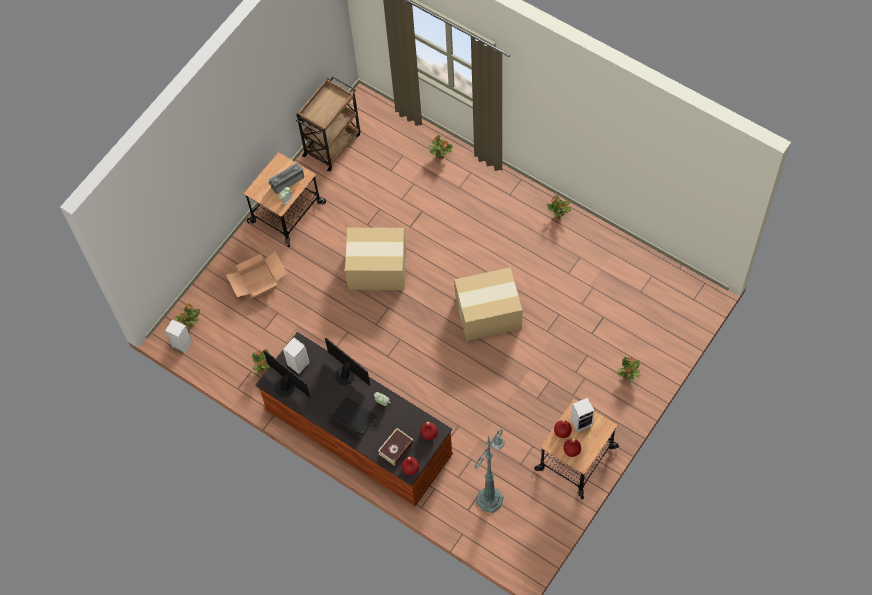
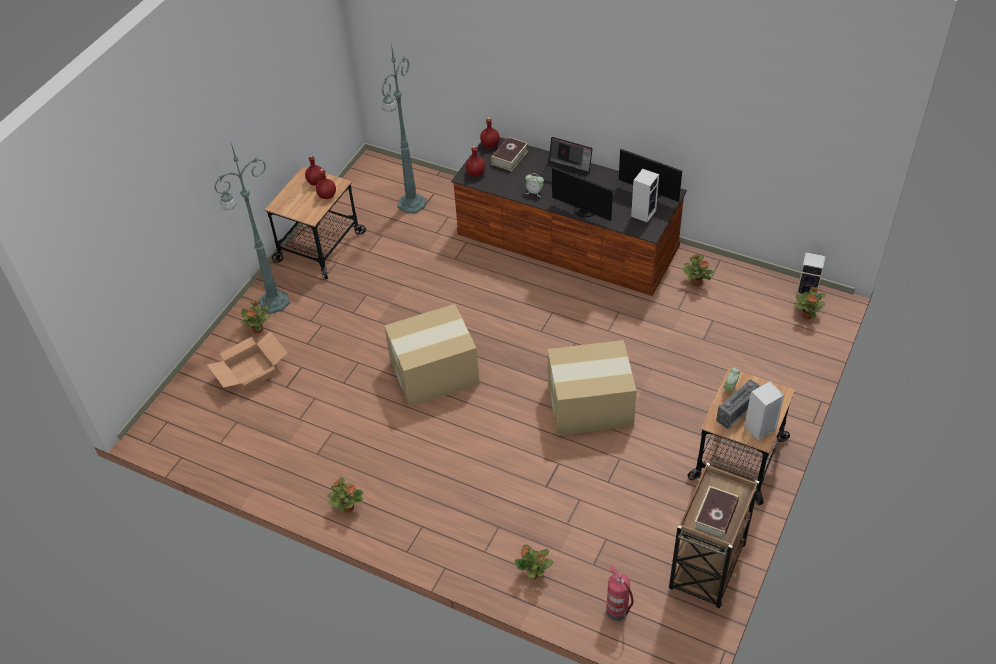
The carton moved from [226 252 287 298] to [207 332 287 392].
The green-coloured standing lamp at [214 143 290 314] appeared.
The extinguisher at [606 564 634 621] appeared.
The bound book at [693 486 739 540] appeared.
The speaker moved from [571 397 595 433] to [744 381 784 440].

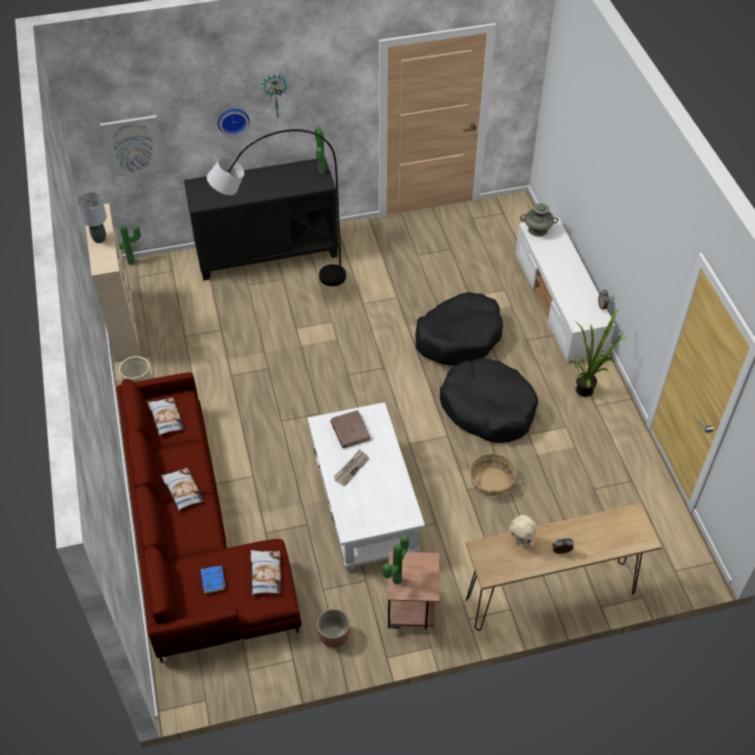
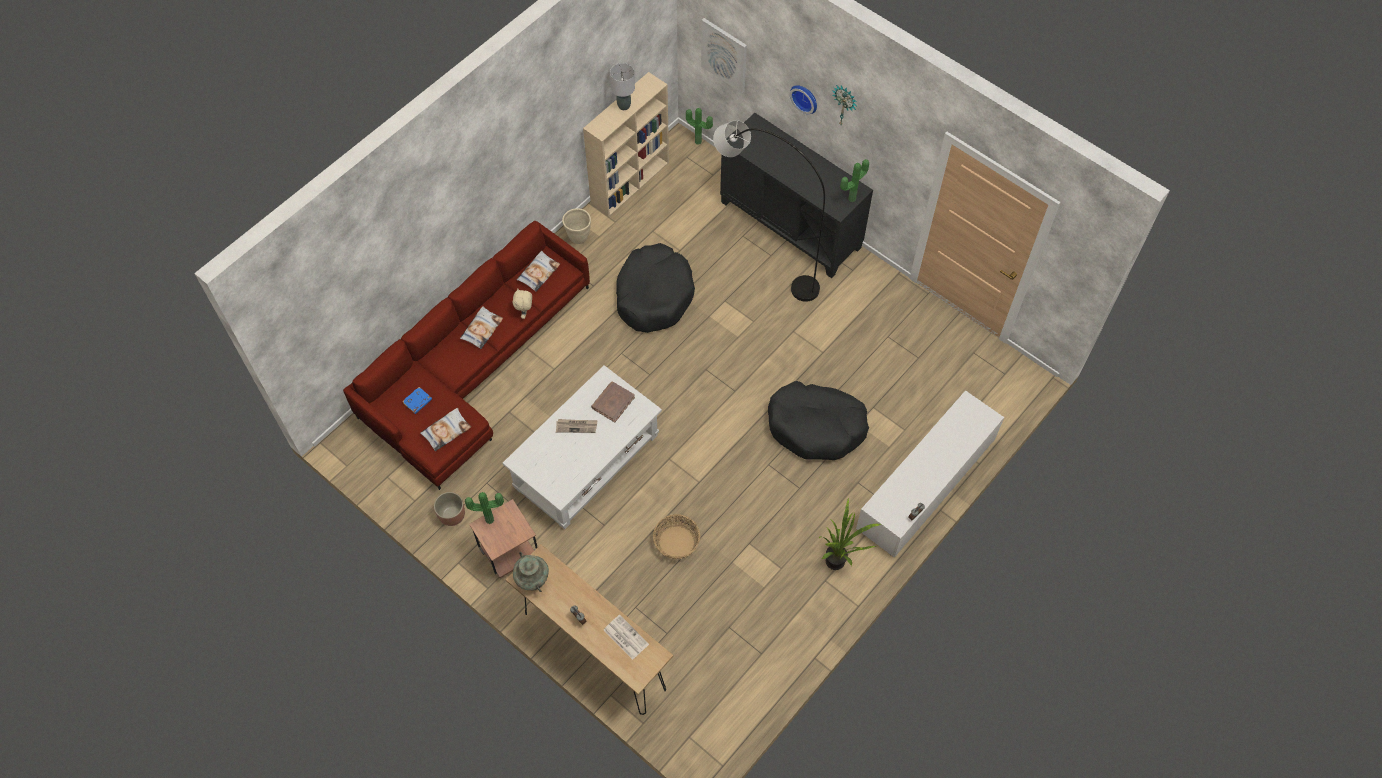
The sand-coloured soft toy moved from [508 515 537 547] to [513 289 532 319].
The blue-green decorative vase moved from [520 203 558 237] to [513 552 549 592].
The newspaper at [604 615 649 660] appeared.
The blackish dog cushion moved from [440 358 538 443] to [616 243 695 333].

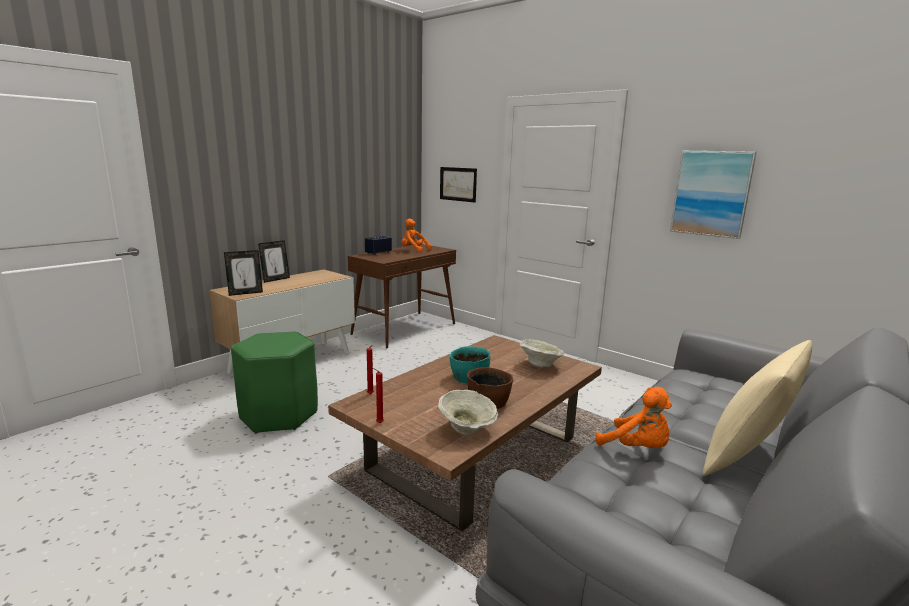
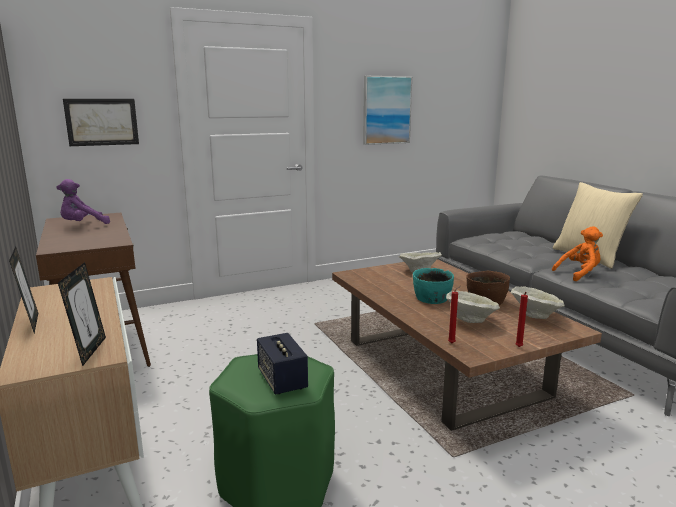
The orange-coloured soft toy at [401 218 432 252] became the purple-coloured soft toy at [56 179 110 224].
The speaker moved from [365 236 392 255] to [257 333 308 395].
The sand-coloured bowl at [446 291 500 323] appeared.

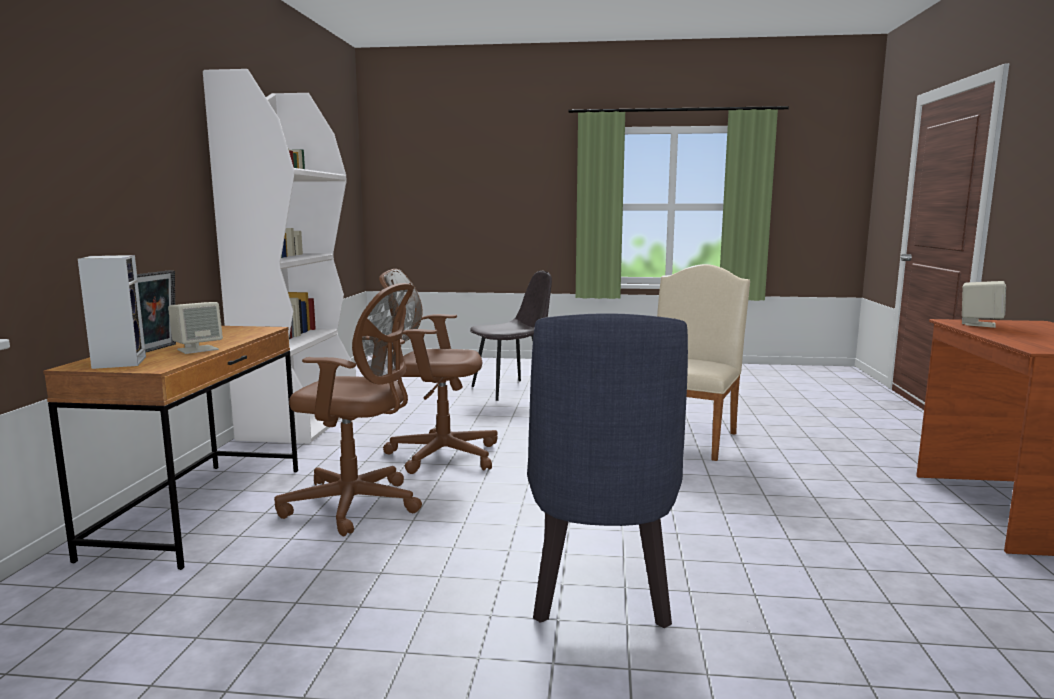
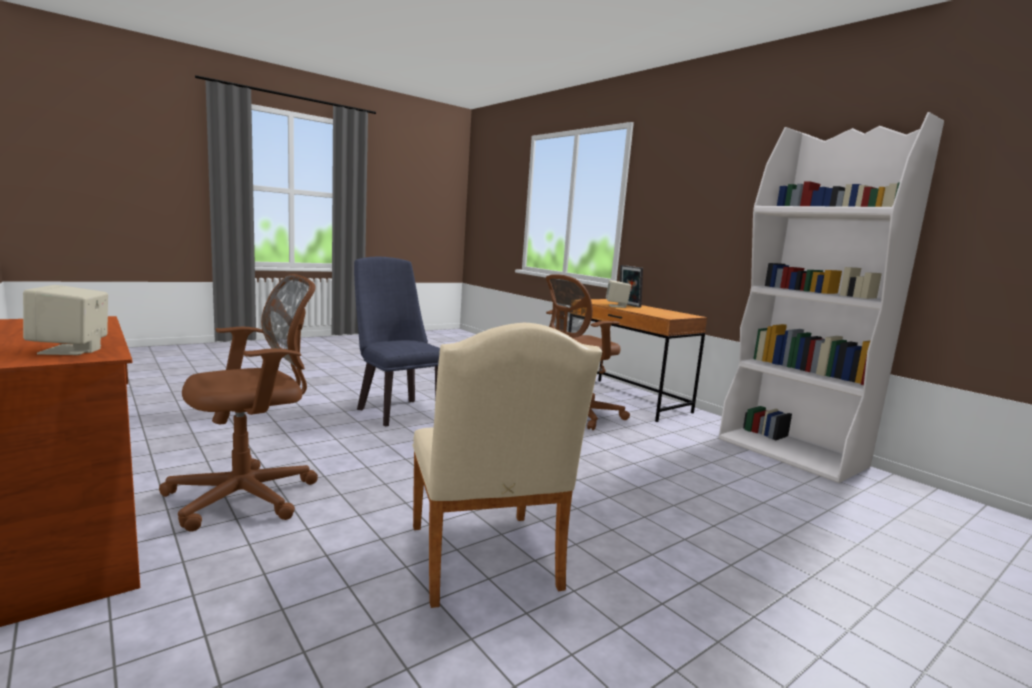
The brownish desk chair moved from [379 269 498 474] to [159 274 318 531].
The speaker at [78 255 146 369] disappeared.
The gray chair at [470 271 552 401] disappeared.

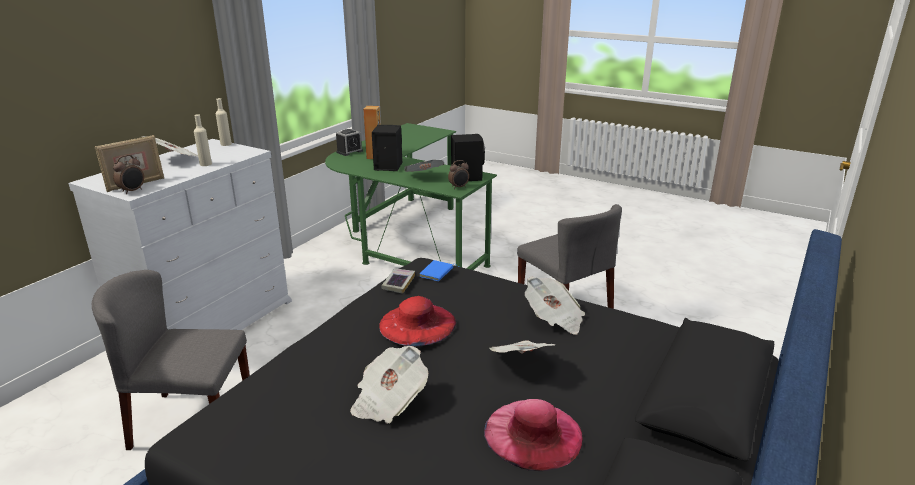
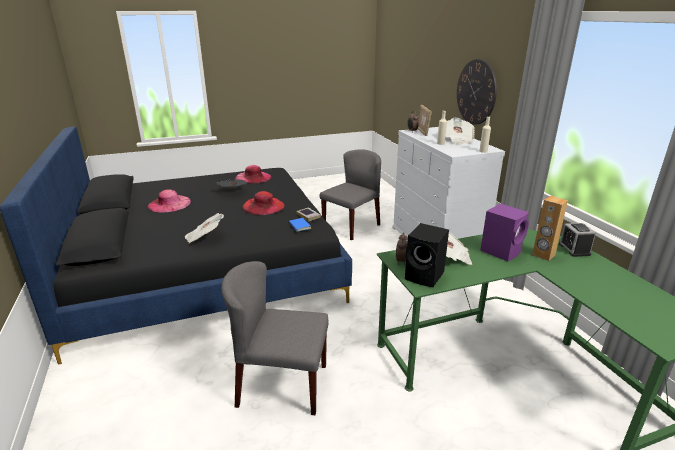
The pink-coloured wearable hat at [235 165 271 184] appeared.
The clock on the wall at [457 59 497 125] appeared.
The blackish speaker at [372 125 402 171] became the purple-coloured speaker at [480 204 529 261].
The newspaper at [490 340 555 353] disappeared.

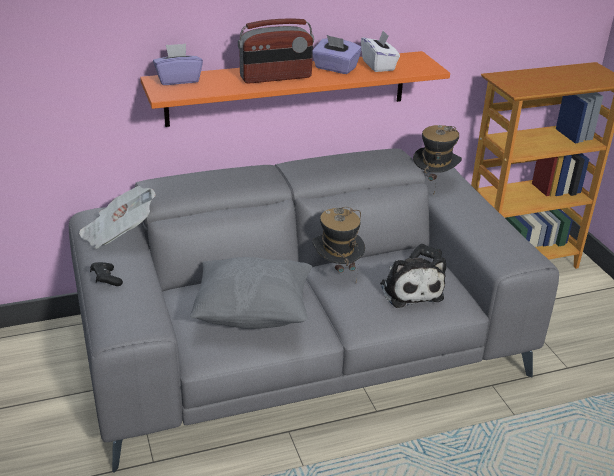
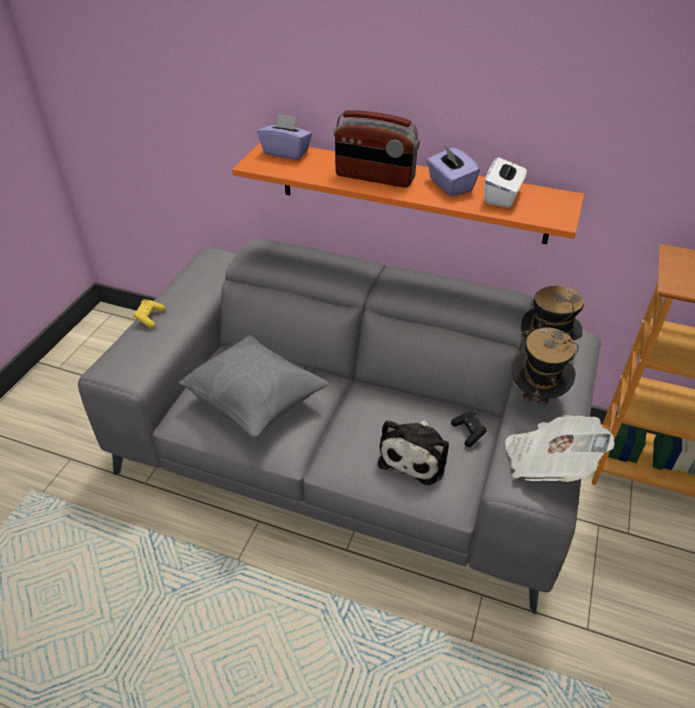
The blackish game controller at [90 262 123 286] became the yellow game controller at [133 299 165 328].
The newspaper moved from [79 186 156 249] to [505 415 614 482].
The wearable hat moved from [312 207 365 282] to [512 327 579 421].

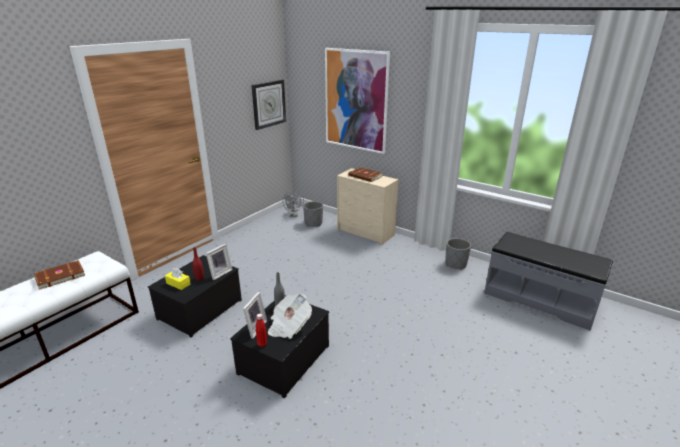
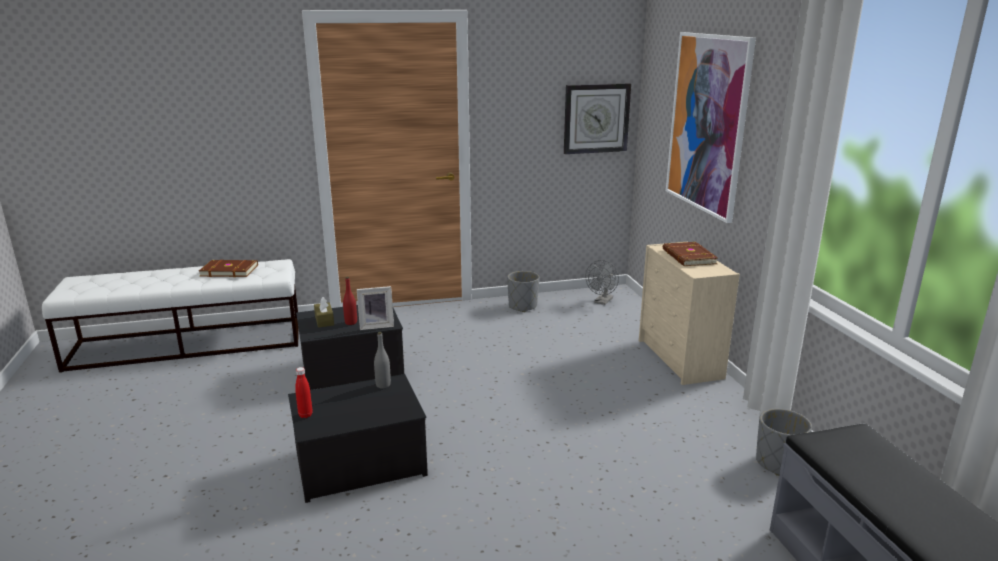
The yellow tissue box at [165 268 191 290] became the brownish tissue box at [314 297 334 328].
The gray flower pot moved from [303 201 323 227] to [507 271 539 312].
The picture frame at [243 292 267 339] disappeared.
The newspaper at [268 294 312 339] disappeared.

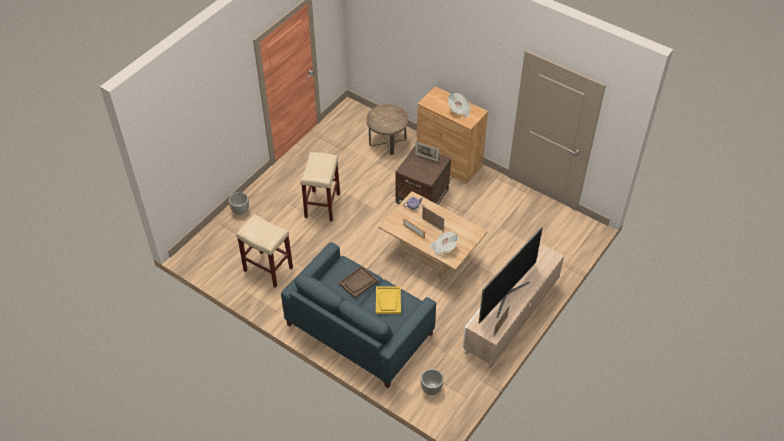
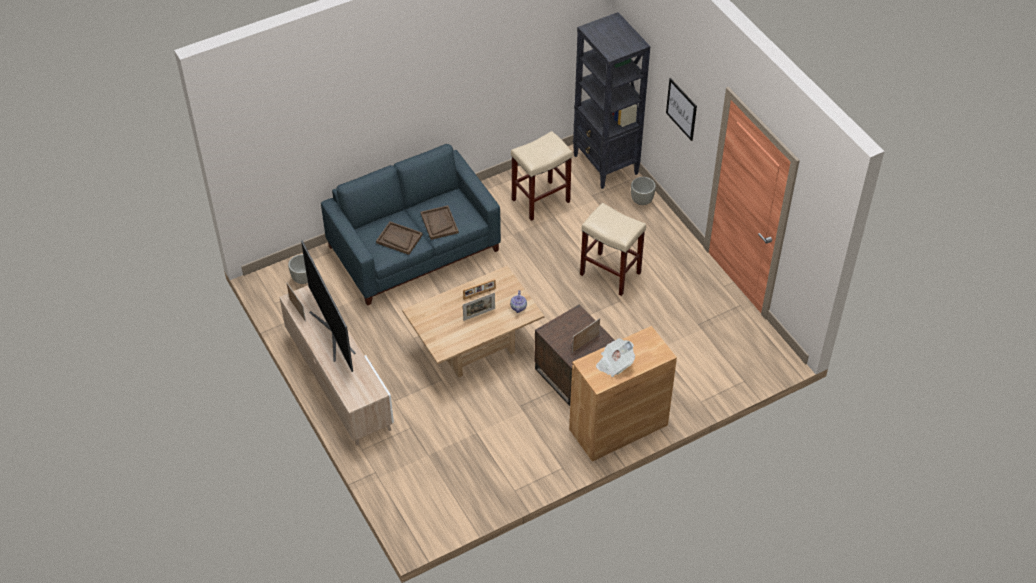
The yellow carrying tray at [376 287 401 314] became the brownish carrying tray at [376 221 423 255].
The blackish bookcase at [573 12 650 189] appeared.
The wall picture at [666 78 697 141] appeared.
The brownish end table at [367 104 409 155] disappeared.
The newspaper at [430 231 459 255] disappeared.

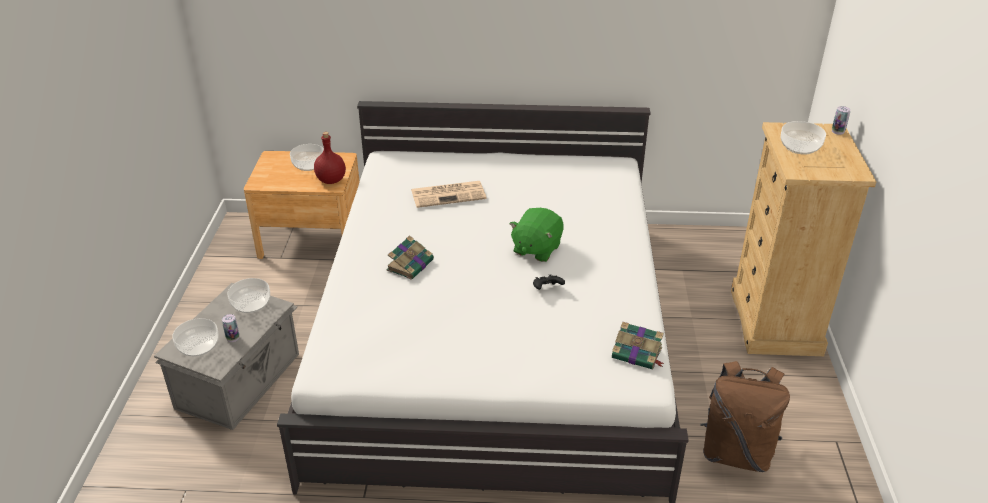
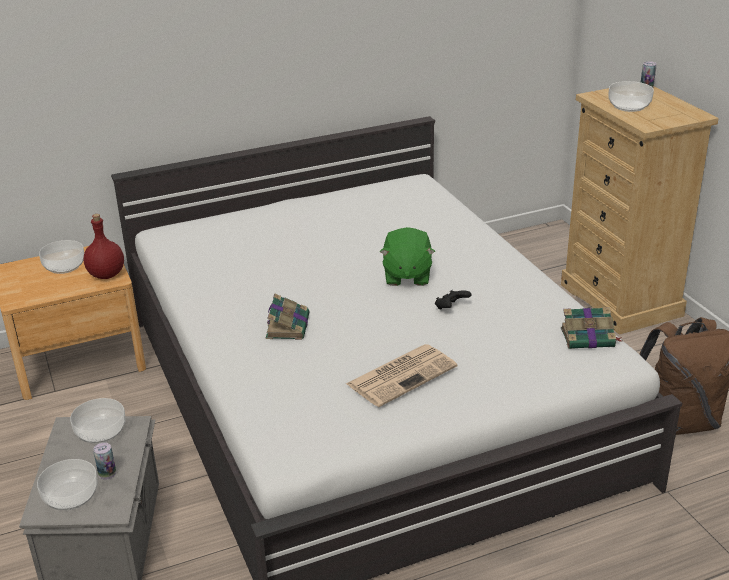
The newspaper moved from [411 181 486 208] to [346 344 457 407].

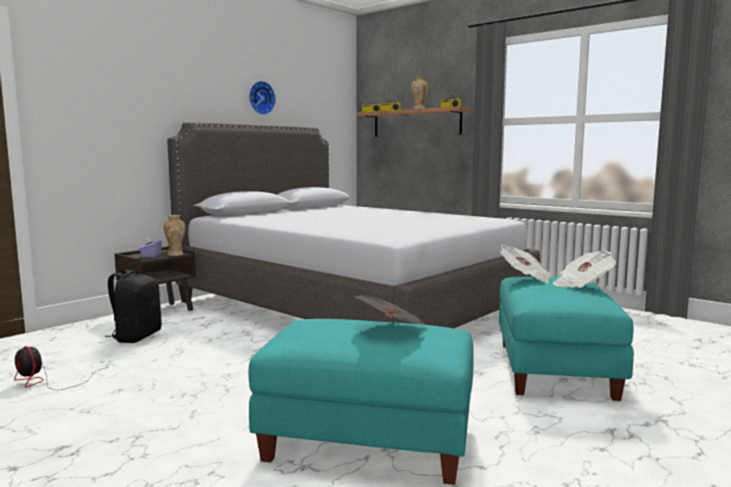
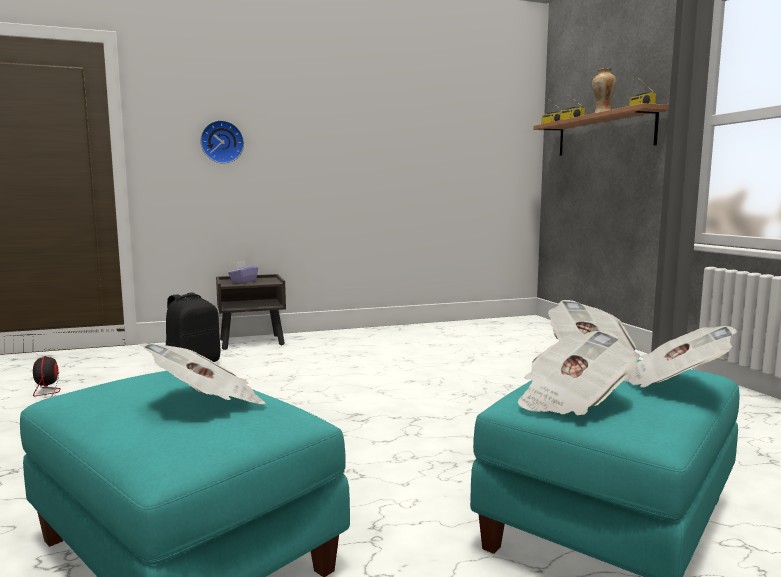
The clock on the wall moved from [249 81 276 115] to [200 120 244 163].
The newspaper at [518 331 637 415] appeared.
The decorative vase at [164 215 186 256] disappeared.
The gray sleeping bed at [167 122 540 328] disappeared.

